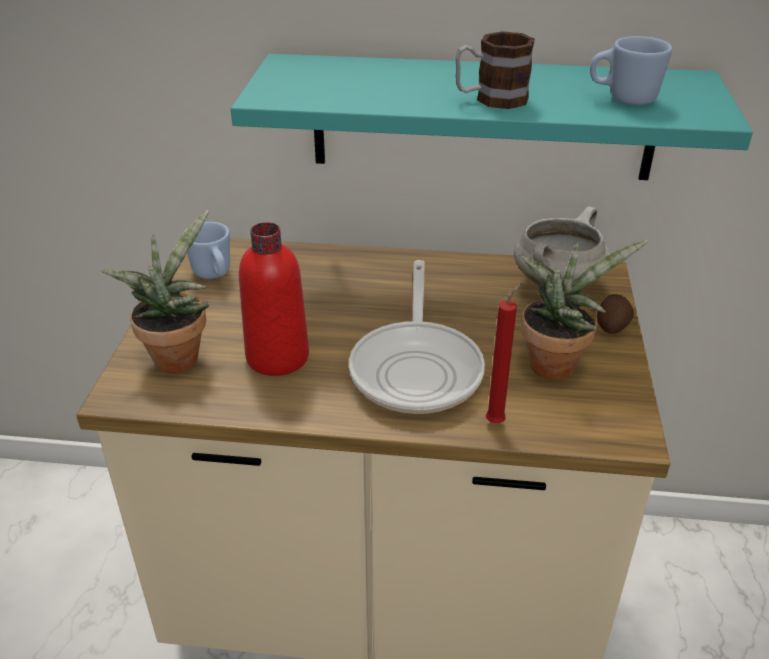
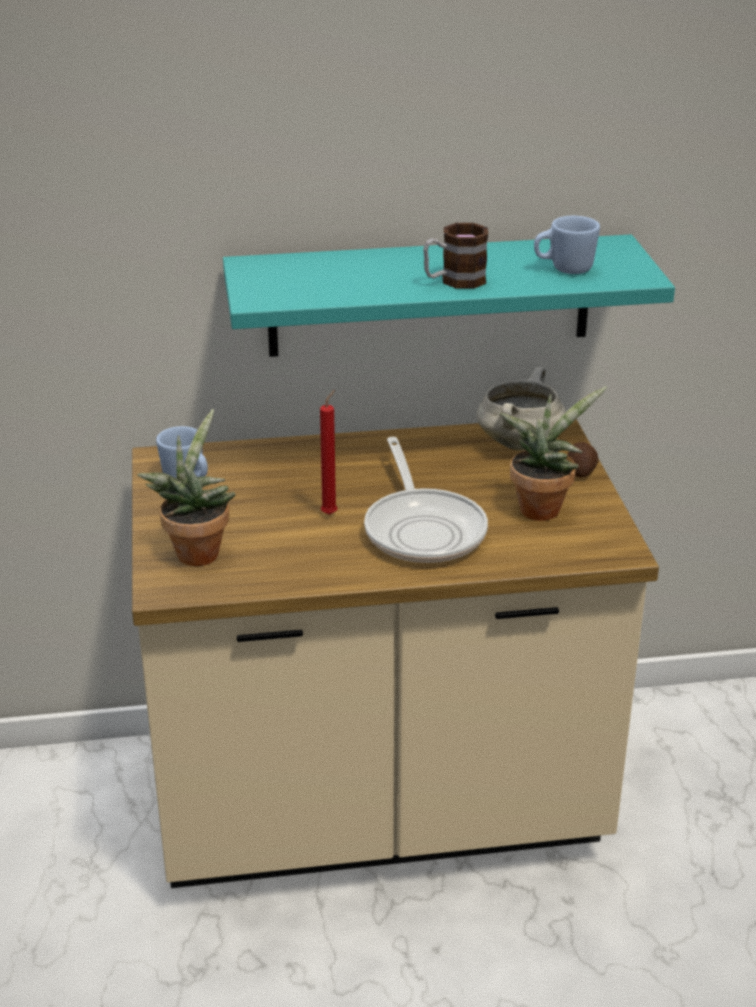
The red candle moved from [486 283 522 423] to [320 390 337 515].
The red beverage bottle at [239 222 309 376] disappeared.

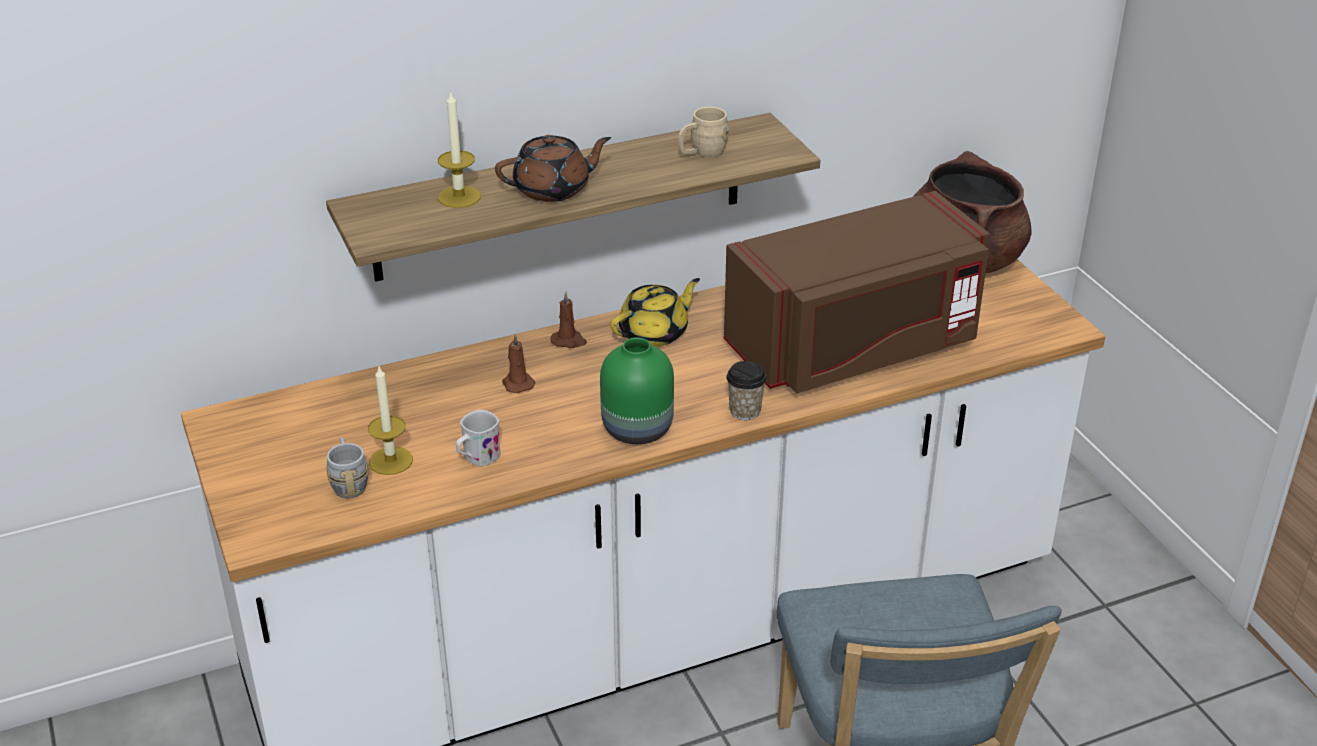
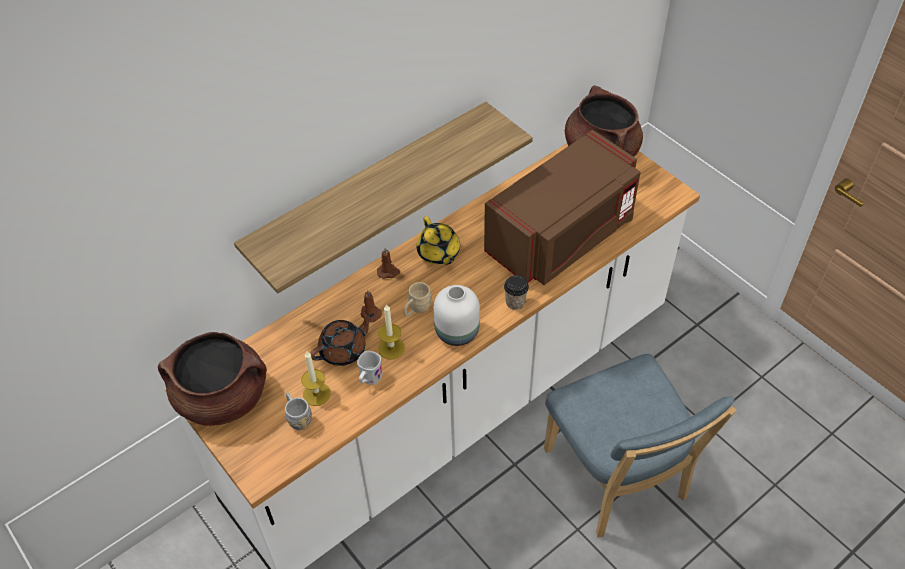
The brownish stockpot at [158 332 267 426] appeared.
The brownish tea pot moved from [495 135 611 202] to [310 313 374 366].
The candle moved from [438 90 481 208] to [378 304 405 360].
The sand-coloured coffee mug moved from [678 107 729 158] to [403 282 432 317].
The yellow tea pot at [610 278 700 347] turned 120 degrees clockwise.
The green-coloured decorative vase at [600 337 674 444] became the whitish decorative vase at [433 285 480 346].

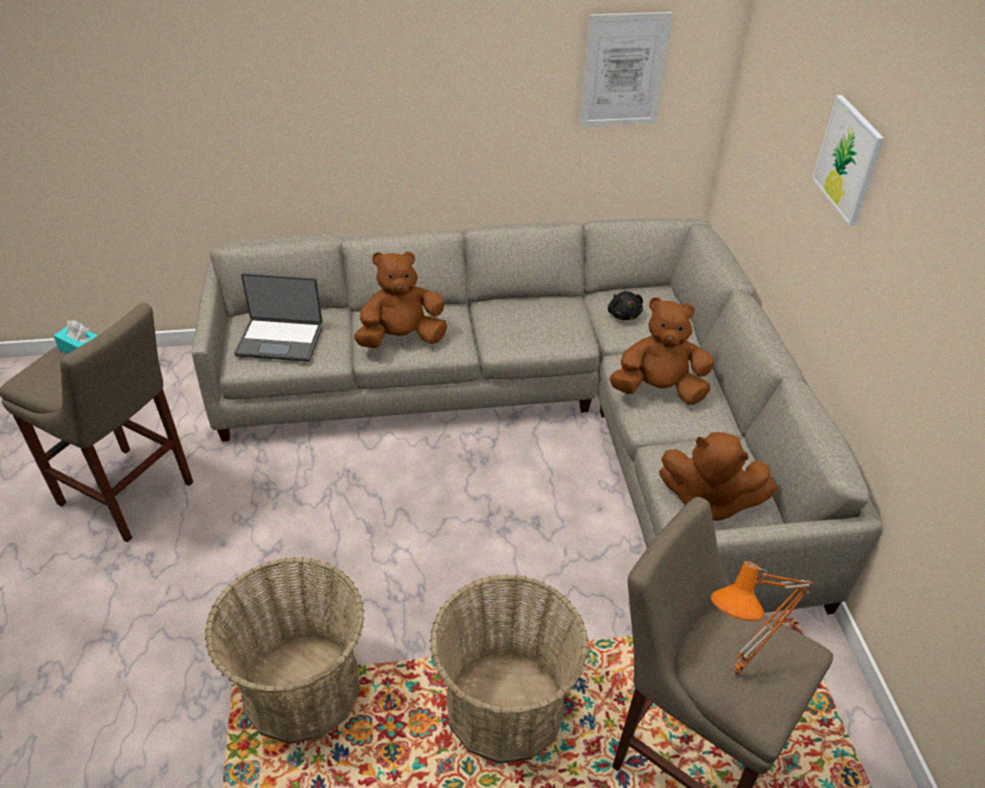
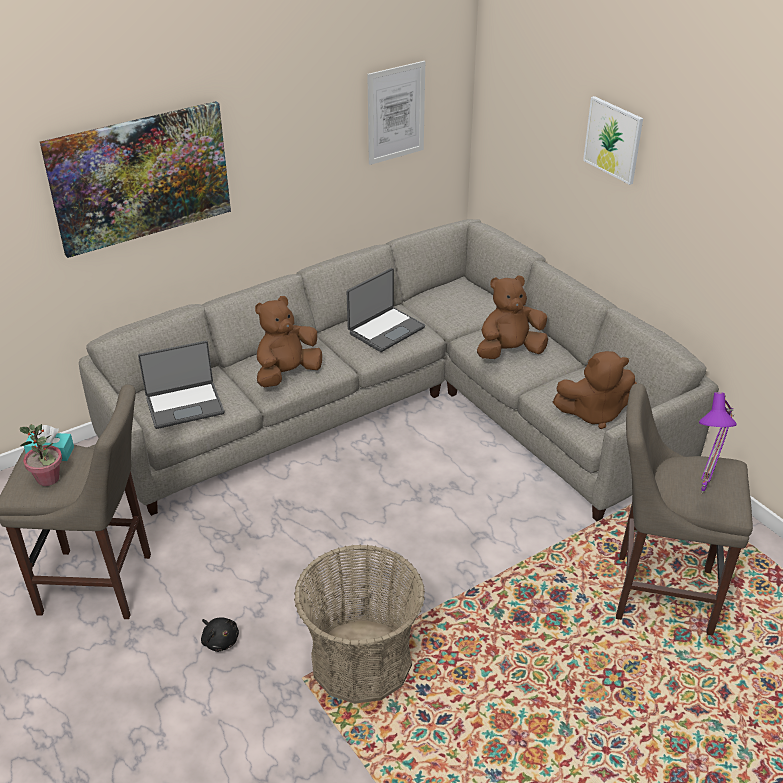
The plant in a pot at [20 424 62 486] appeared.
The wall picture at [40 101 231 258] appeared.
The blackish soft toy moved from [608 291 643 320] to [201 617 239 652].
The notebook computer at [346 268 425 352] appeared.
The orange-coloured lamp for a table at [711 561 813 677] became the purple-coloured lamp for a table at [699 392 737 493].
The household basket at [430 574 589 764] disappeared.

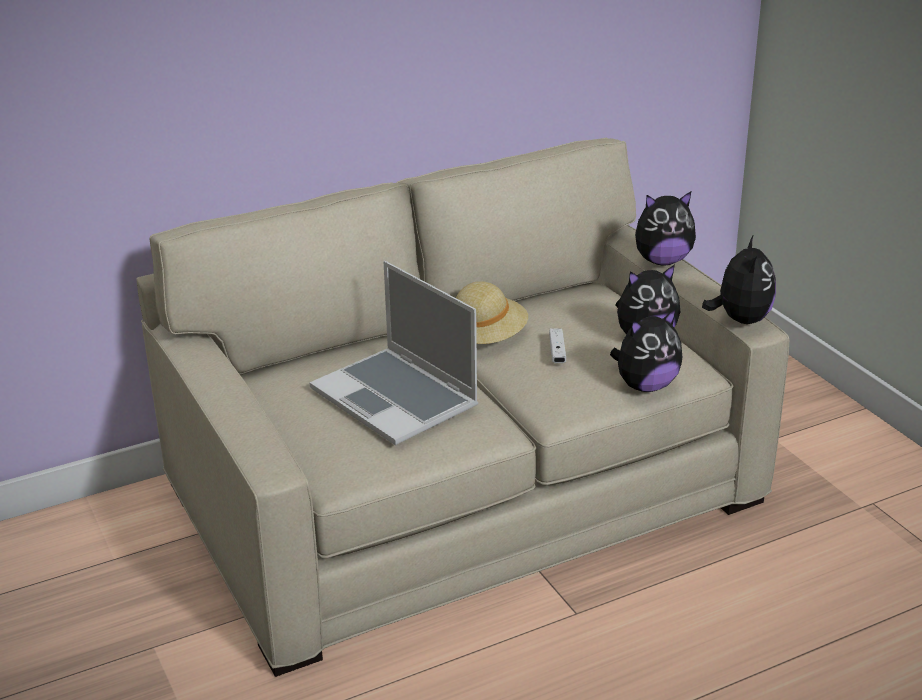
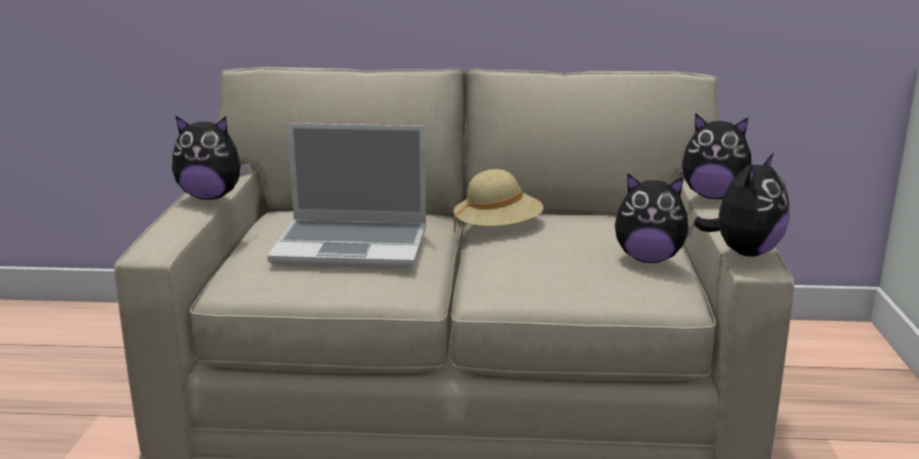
The soft toy moved from [610 309 682 392] to [172 115 251 200].
The notebook computer at [309 261 478 445] turned 75 degrees counterclockwise.
The whitish game controller at [549 328 566 363] disappeared.

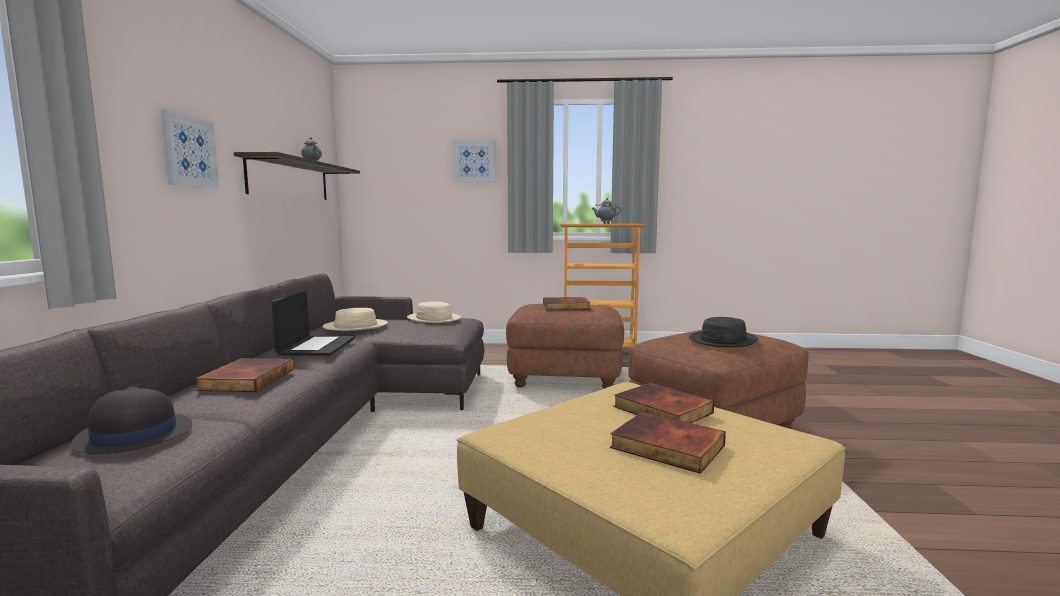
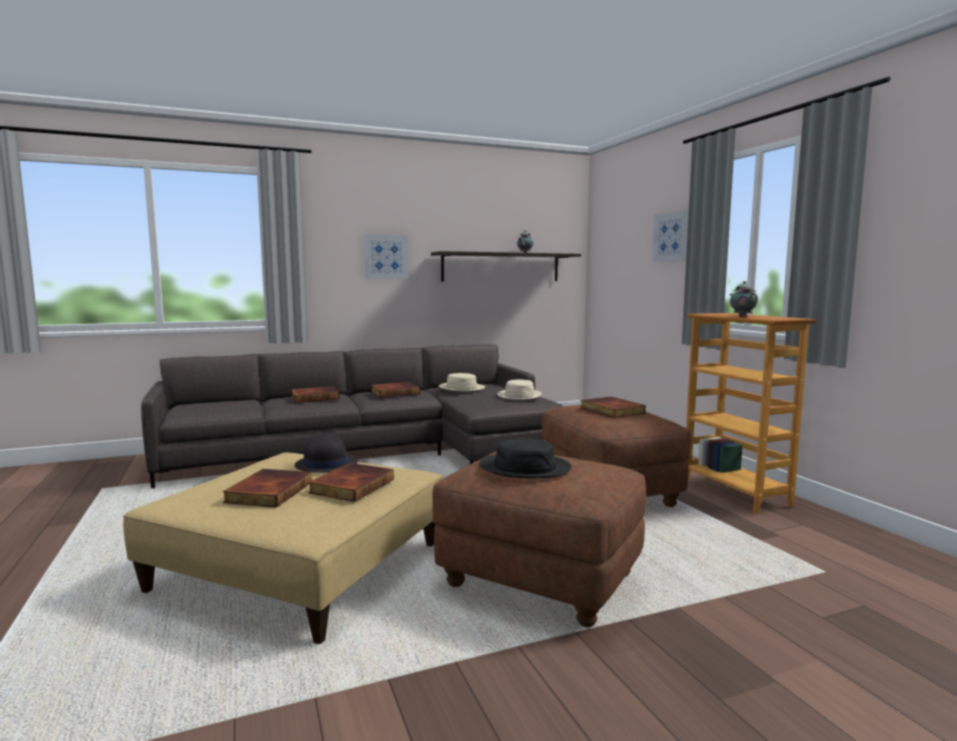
The blackish wearable hat moved from [71 387 192 454] to [295 434 358 473].
The notebook computer at [272 291 355 356] was replaced by the bound book at [371 382 420 397].

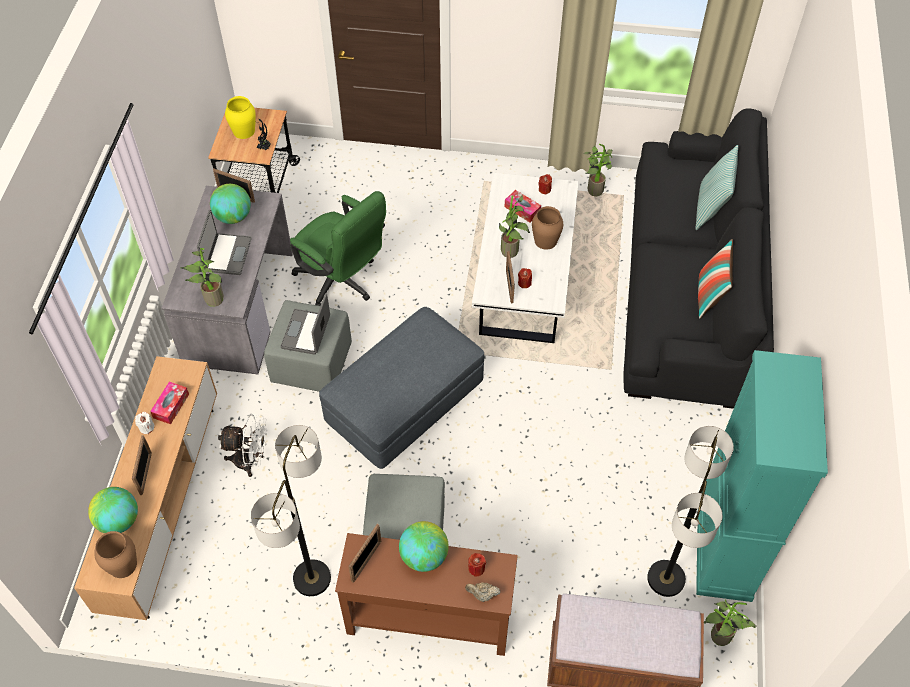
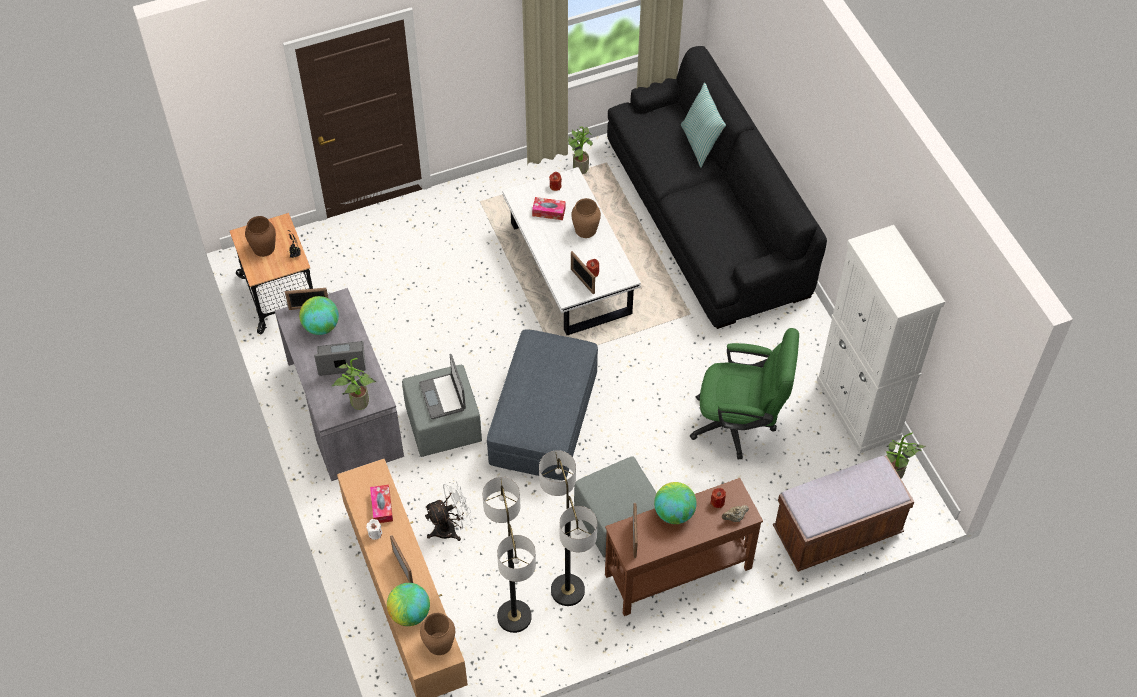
The yellow decorative vase at [225 96 256 139] became the brownish decorative vase at [245 216 276 257].
The notebook computer at [197 210 252 275] turned 75 degrees counterclockwise.
The standing lamp moved from [647 426 734 597] to [482 477 536 633].
The green-coloured desk chair moved from [290 191 386 306] to [690 328 799 459].
The blue-green storage cabinet at [696 350 828 602] became the whitish storage cabinet at [817 225 945 453].
The plant in a pot at [499 195 530 258] disappeared.
The pillow at [698 239 733 319] disappeared.

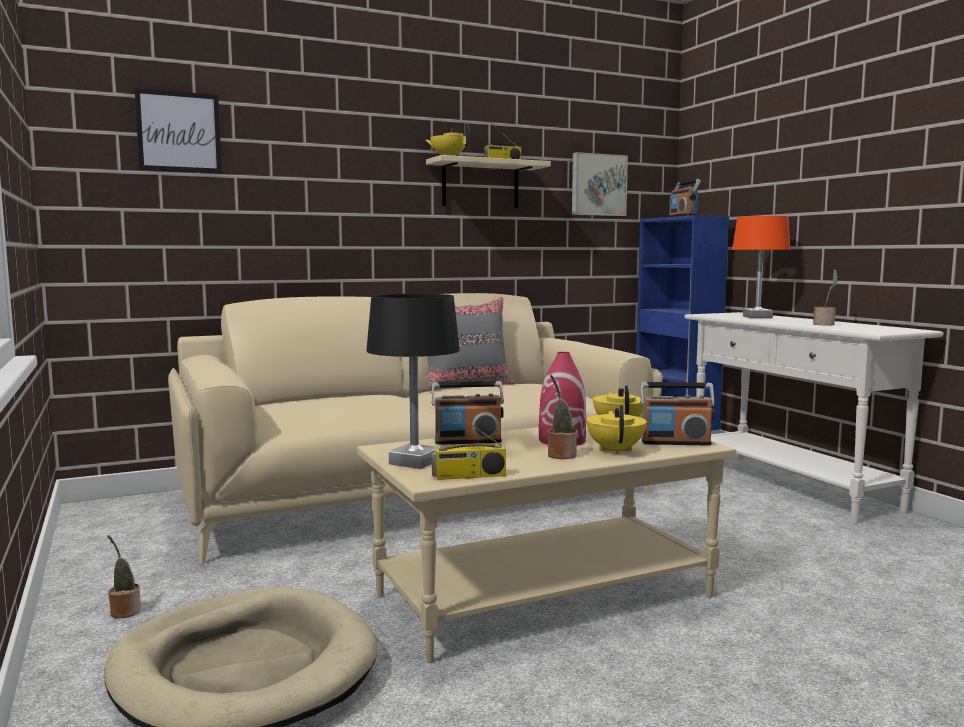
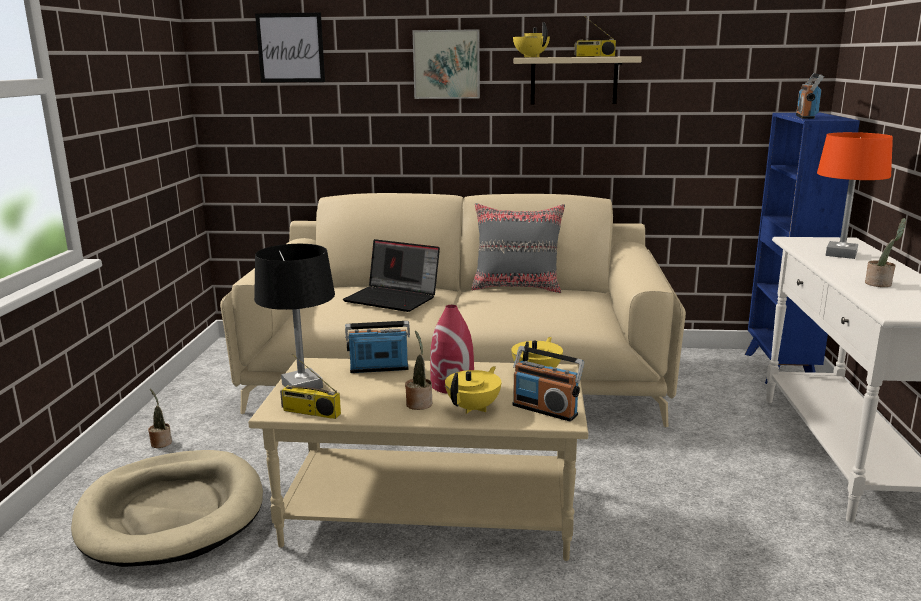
The notebook computer at [343 239 440 312] appeared.
The radio at [432 381 504 445] turned 150 degrees clockwise.
The wall picture moved from [572 152 628 216] to [412 29 480 99].

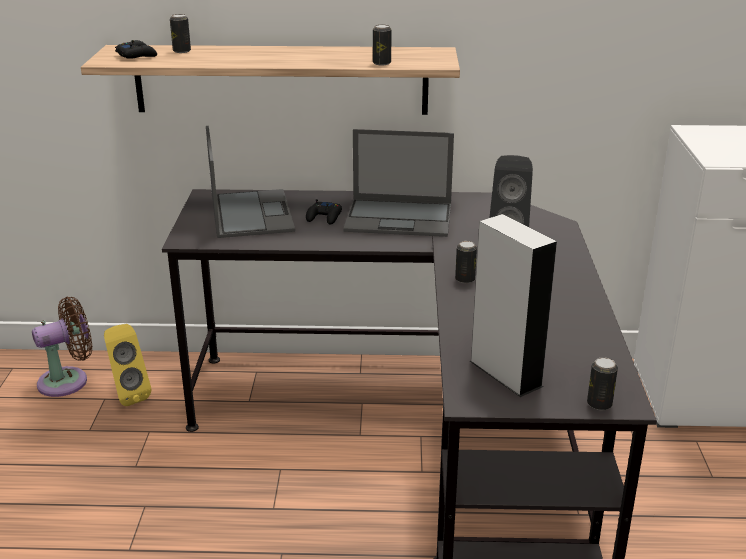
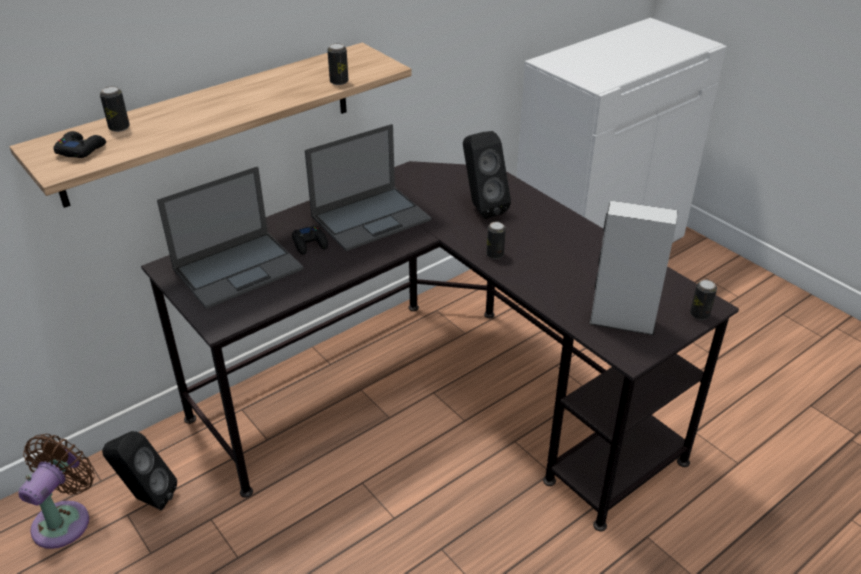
The yellow speaker at [104 324 151 406] became the blackish speaker at [102 431 177 510].
The notebook computer at [206 126 295 238] turned 105 degrees clockwise.

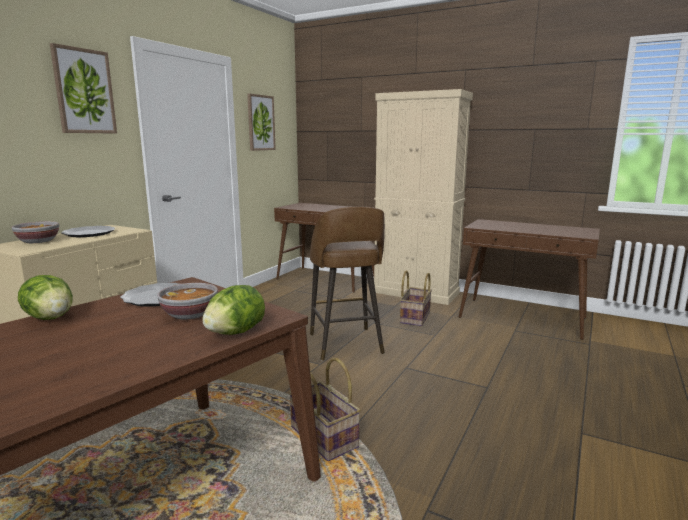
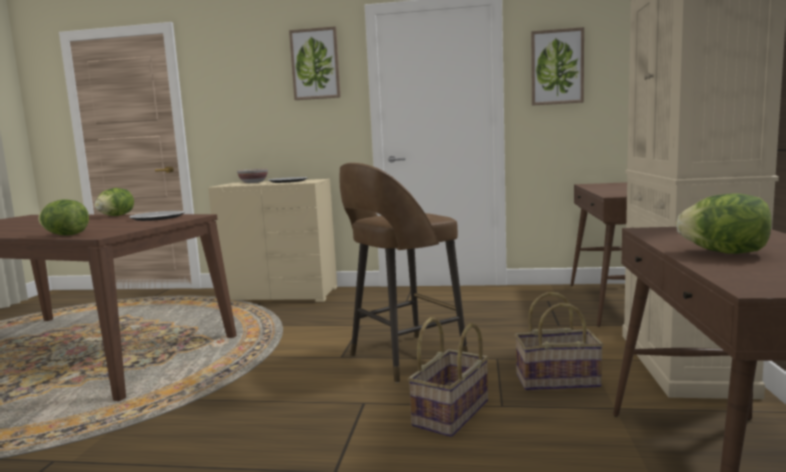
The household basket moved from [289 358 361 461] to [408 317 489 437].
The head of lettuce at [676 194 772 254] appeared.
The bowl at [157 283 218 320] disappeared.

